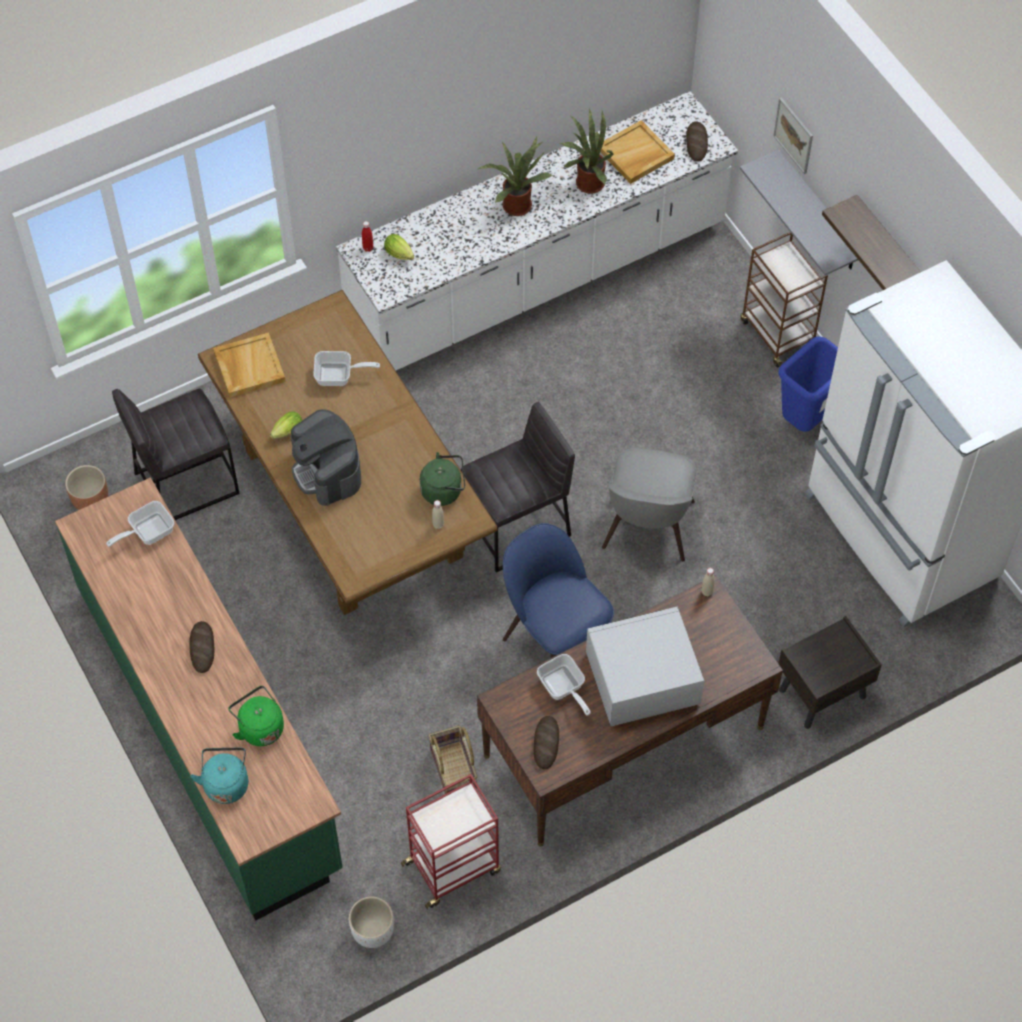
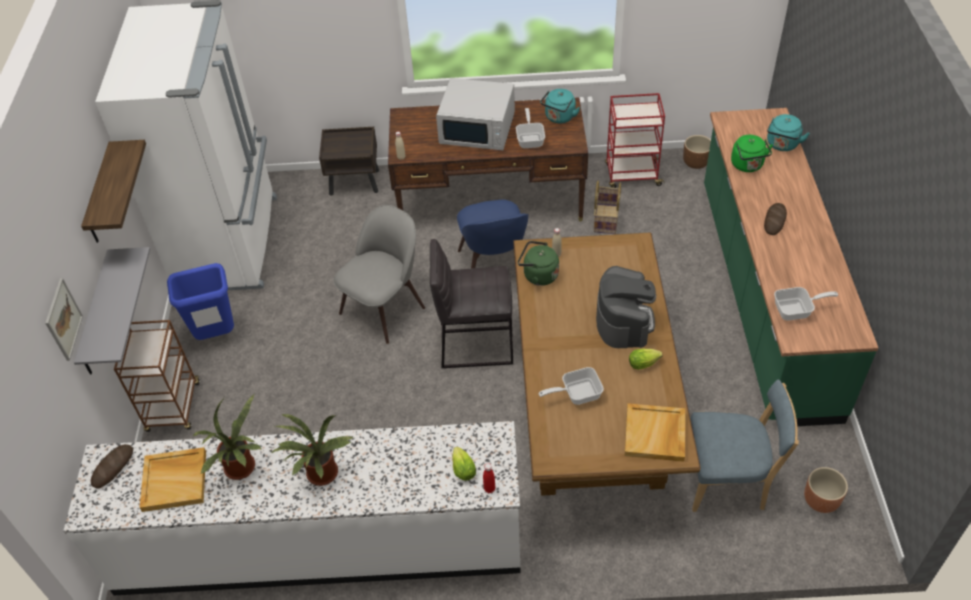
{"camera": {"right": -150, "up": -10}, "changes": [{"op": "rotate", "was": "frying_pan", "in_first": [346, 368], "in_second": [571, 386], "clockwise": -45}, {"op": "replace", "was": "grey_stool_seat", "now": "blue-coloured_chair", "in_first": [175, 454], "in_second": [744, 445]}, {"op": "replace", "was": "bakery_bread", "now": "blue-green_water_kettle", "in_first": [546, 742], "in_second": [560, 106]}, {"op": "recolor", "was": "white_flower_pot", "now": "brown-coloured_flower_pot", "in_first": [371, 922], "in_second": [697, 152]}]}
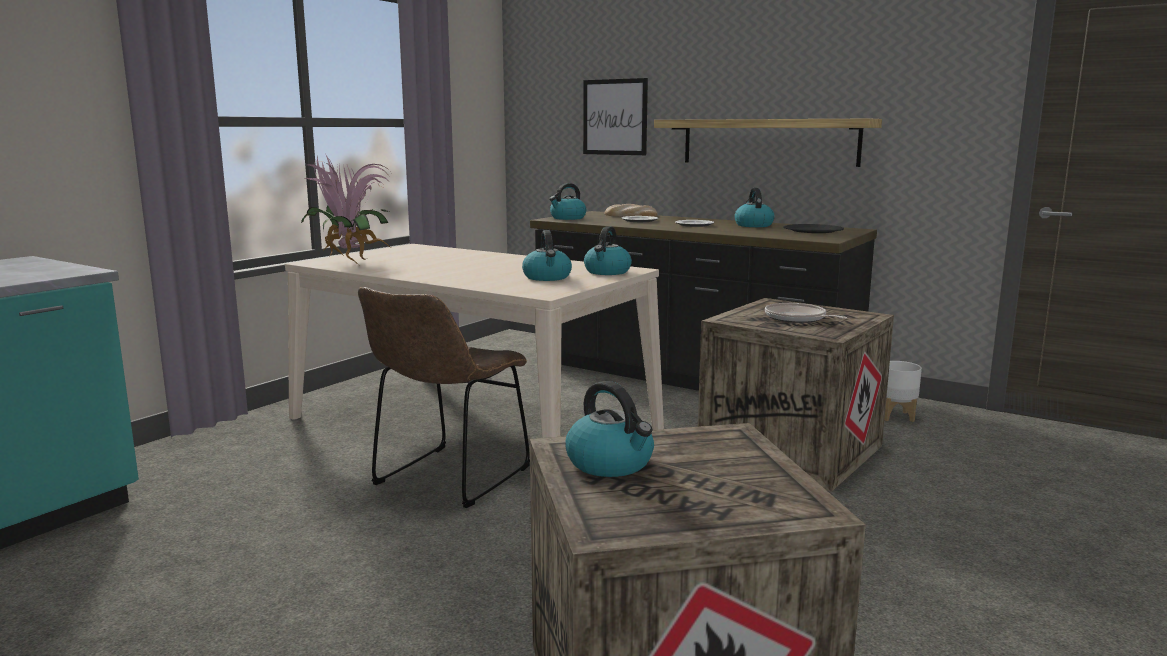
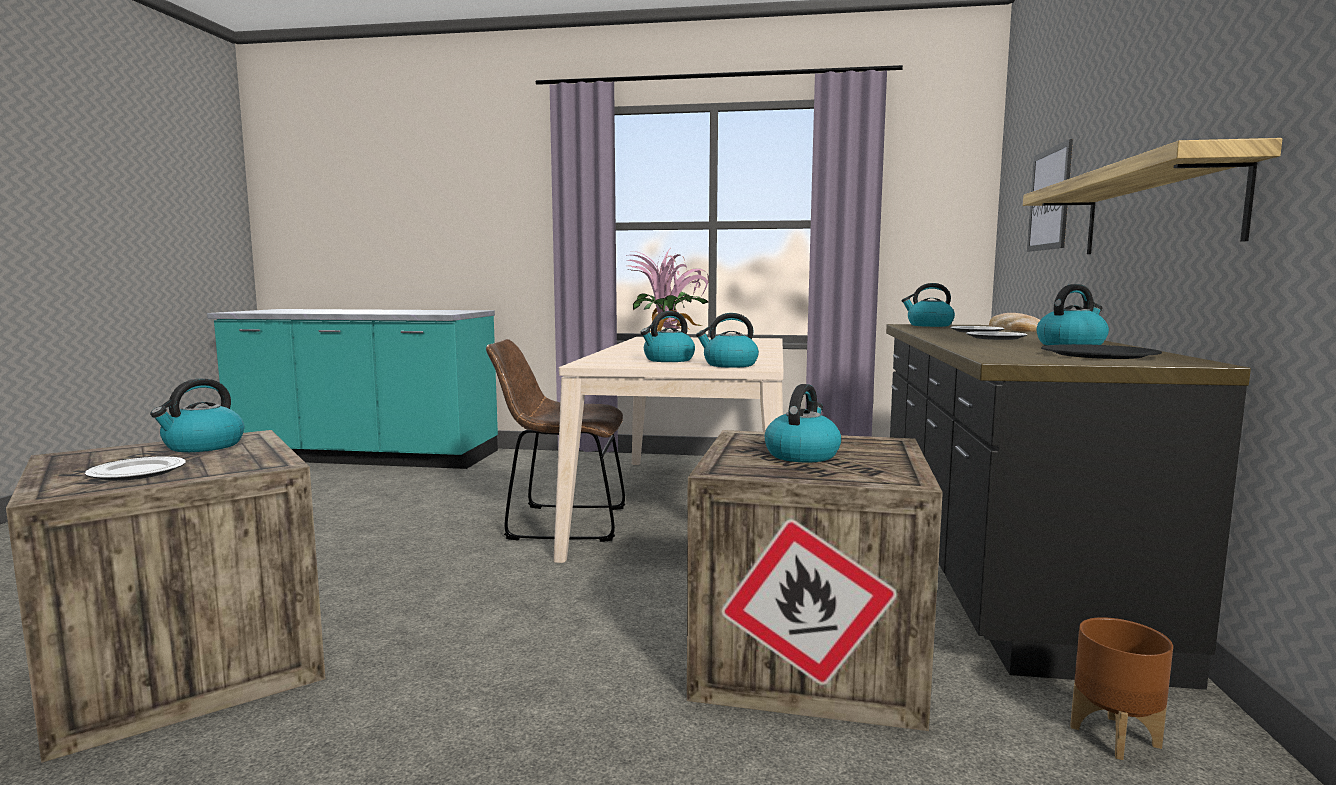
{"camera": {"right": 65, "up": -5}, "changes": [{"op": "replace", "was": "frying_pan", "now": "water_kettle", "in_first": [806, 313], "in_second": [803, 423]}, {"op": "recolor", "was": "white_flower_pot", "now": "brown-coloured_flower_pot", "in_first": [903, 391], "in_second": [1121, 688]}, {"op": "insert", "now": "dinner_plate", "in_second": [135, 468]}]}
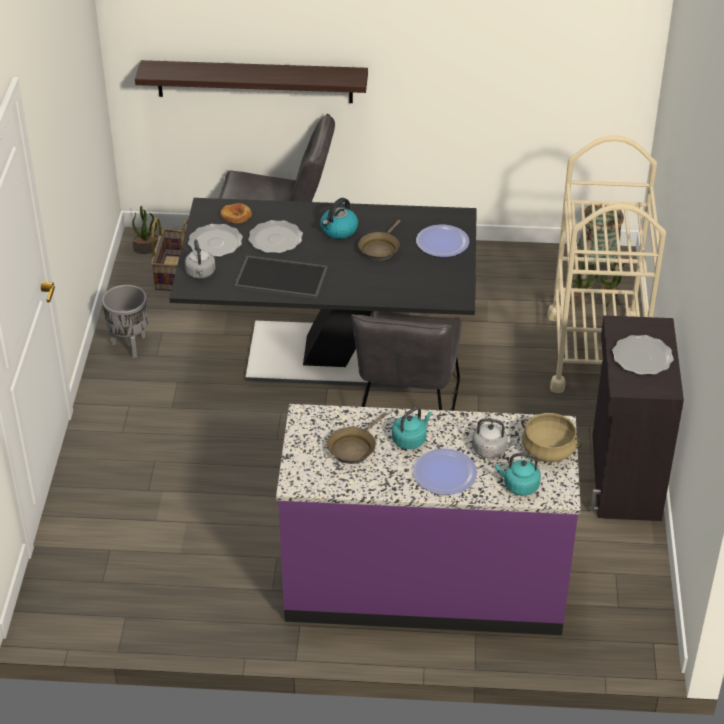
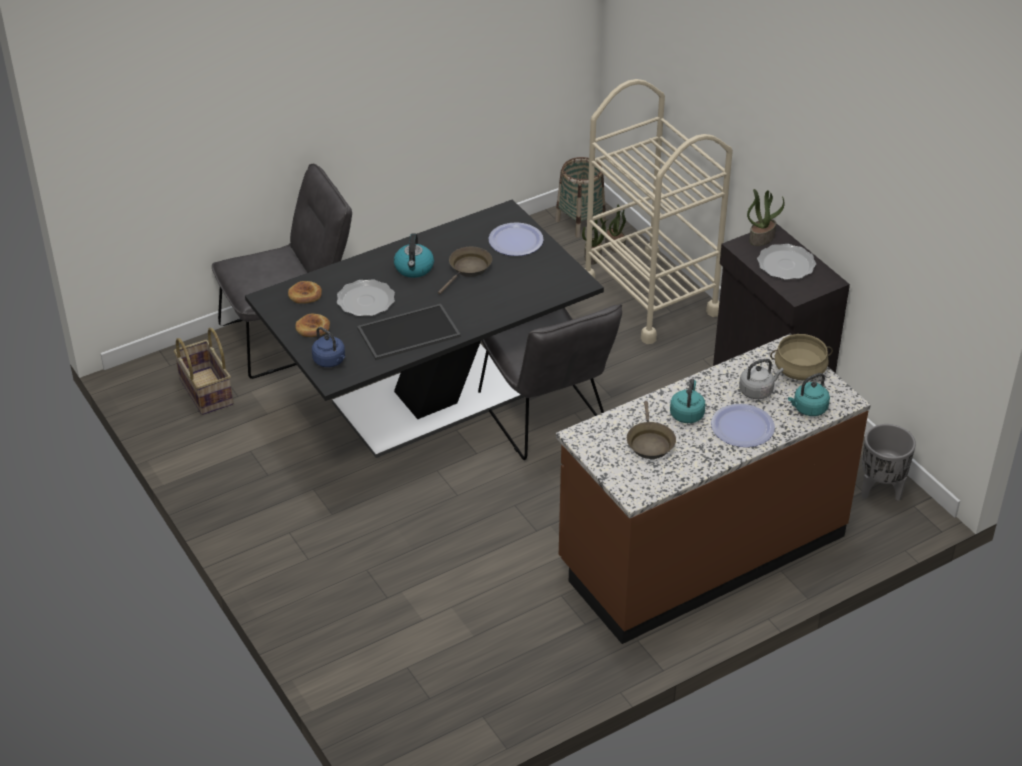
{"camera": {"right": -35, "up": 0}, "changes": [{"op": "delete", "was": "wall_shelf", "in_first": [251, 81]}, {"op": "move", "was": "plant_in_a_pot", "in_first": [145, 229], "in_second": [765, 217]}, {"op": "rotate", "was": "brown-coloured_frying_pan", "in_first": [379, 240], "in_second": [465, 270], "clockwise": -135}, {"op": "replace", "was": "dinner_plate", "now": "bakery_bread", "in_first": [215, 240], "in_second": [312, 325]}, {"op": "recolor", "was": "grey_water_kettle", "now": "blue-coloured_water_kettle", "in_first": [200, 259], "in_second": [328, 347]}, {"op": "move", "was": "grey_flower_pot", "in_first": [125, 321], "in_second": [888, 462]}, {"op": "recolor", "was": "purple-coloured_kitchen_counter", "now": "brown-coloured_kitchen_counter", "in_first": [428, 519], "in_second": [713, 489]}]}
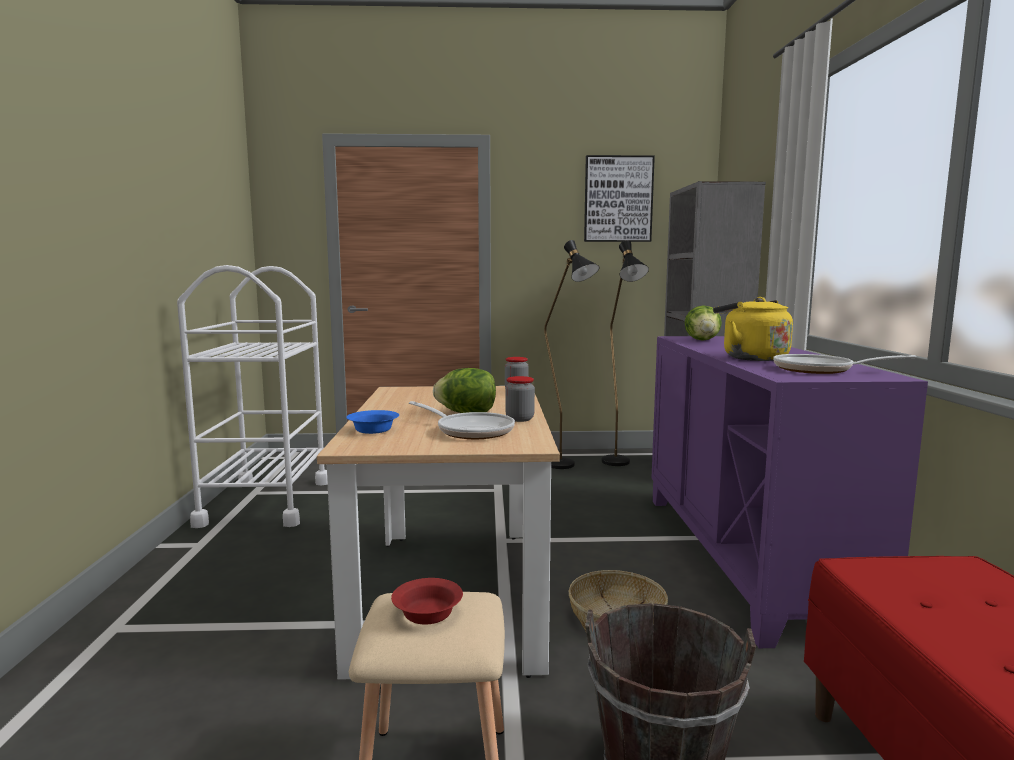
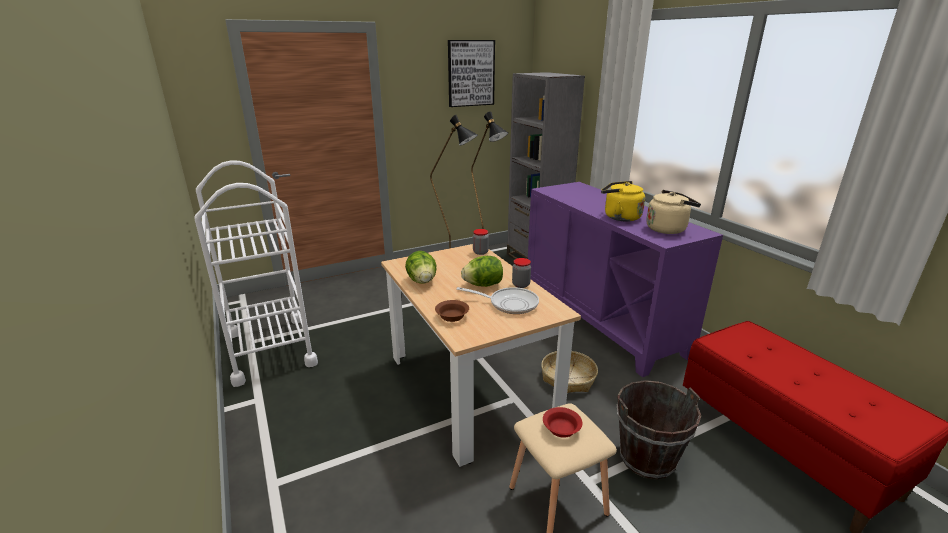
{"camera": {"right": -25, "up": 15}, "changes": [{"op": "move", "was": "lettuce_head", "in_first": [703, 323], "in_second": [420, 267]}, {"op": "replace", "was": "frying_pan", "now": "beige-coloured_water_kettle", "in_first": [844, 364], "in_second": [673, 212]}, {"op": "recolor", "was": "blue-coloured_serving_bowl", "now": "brown-coloured_serving_bowl", "in_first": [372, 422], "in_second": [452, 311]}]}
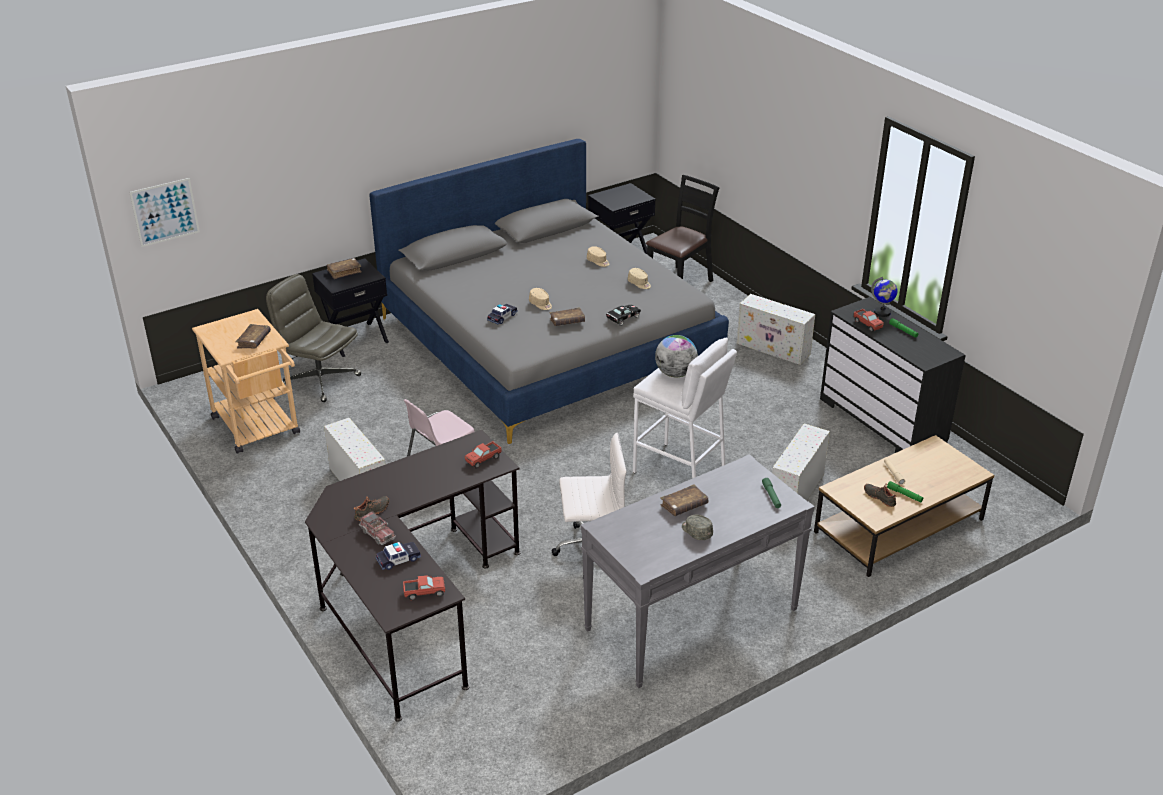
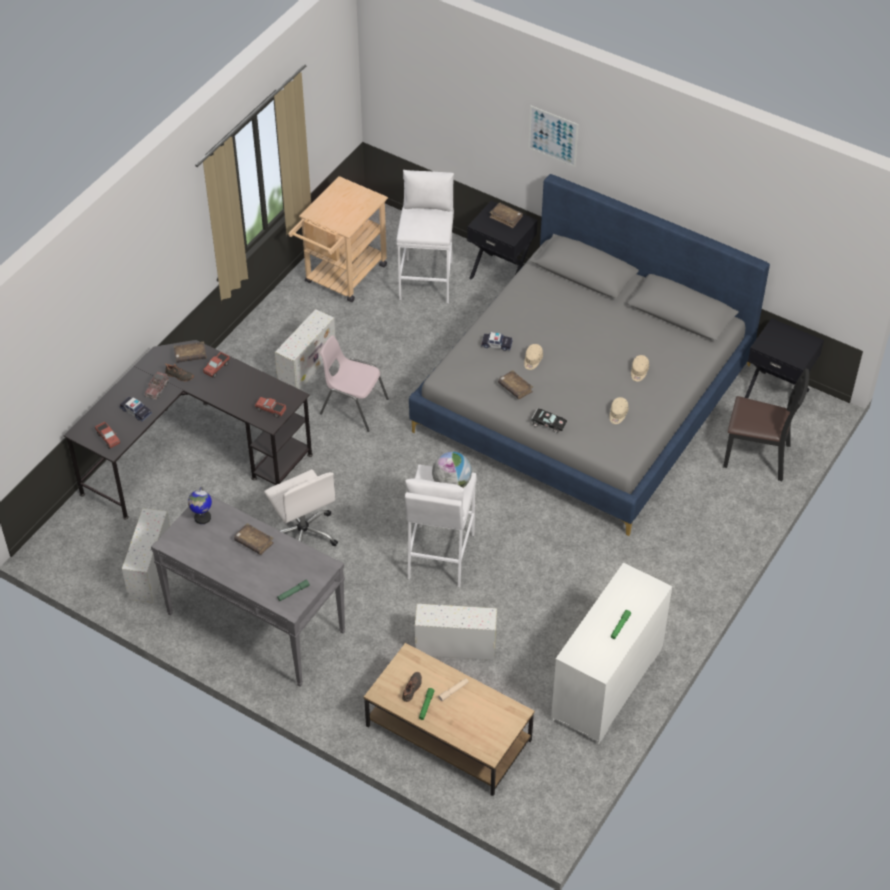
{"camera": {"right": 65, "up": 15}, "changes": [{"op": "move", "was": "wall_picture", "in_first": [164, 212], "in_second": [553, 136]}, {"op": "replace", "was": "grey_computer_chair", "now": "white_stool_seat", "in_first": [313, 338], "in_second": [425, 237]}, {"op": "move", "was": "desk_globe", "in_first": [884, 297], "in_second": [200, 505]}, {"op": "move", "was": "white_storage_container", "in_first": [776, 329], "in_second": [146, 555]}, {"op": "recolor", "was": "black-coloured_chest_of_drawers", "now": "white_chest_of_drawers", "in_first": [893, 375], "in_second": [611, 654]}, {"op": "move", "was": "toy_truck", "in_first": [869, 320], "in_second": [216, 365]}, {"op": "move", "was": "brown-coloured_volume", "in_first": [253, 336], "in_second": [190, 352]}, {"op": "delete", "was": "grey_baseball_cap", "in_first": [697, 527]}]}
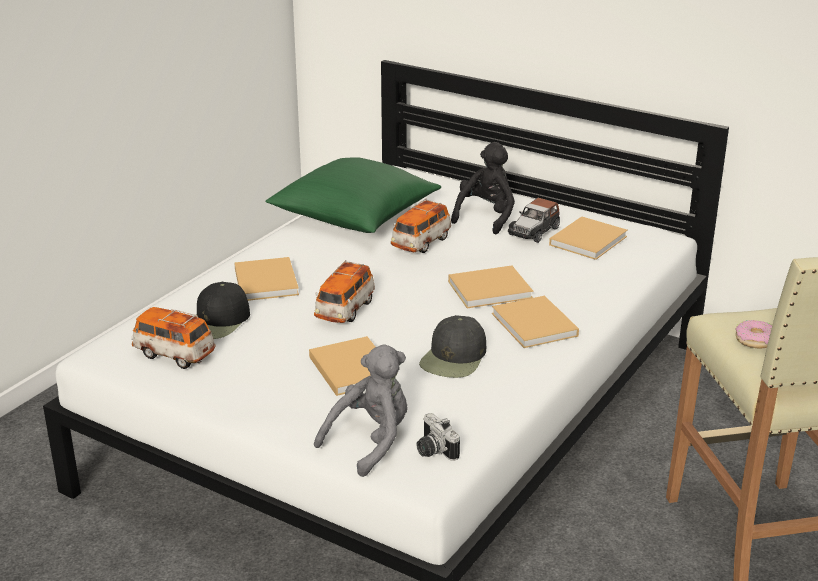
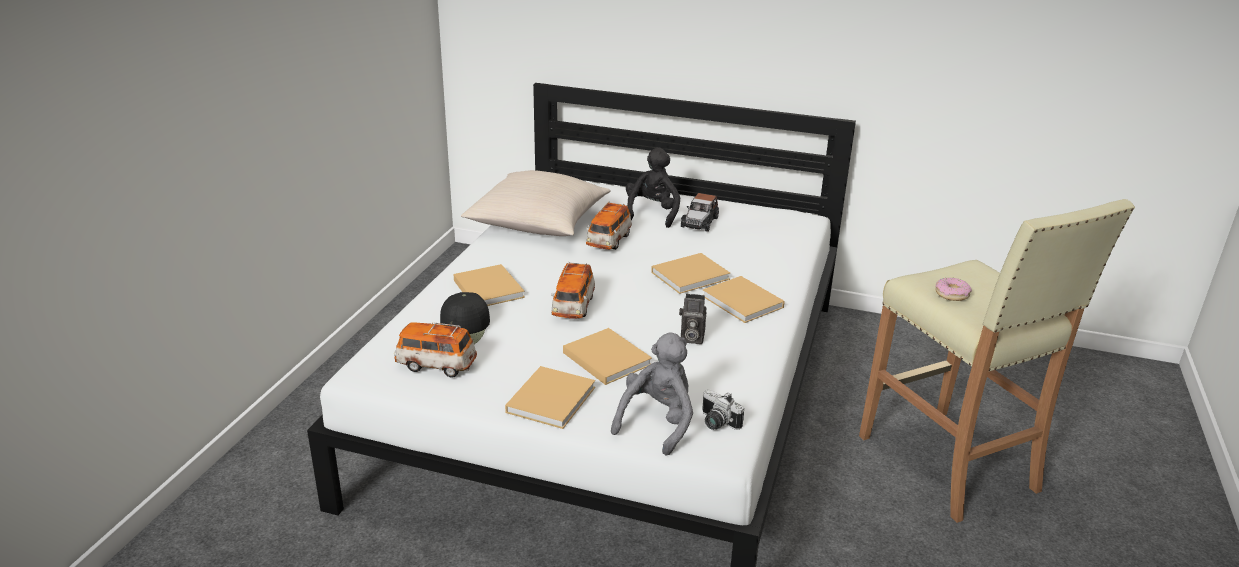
{"camera": {"right": -15, "up": 0}, "changes": [{"op": "recolor", "was": "green-coloured_cushion", "now": "beige-coloured_cushion", "in_first": [353, 195], "in_second": [535, 203]}, {"op": "move", "was": "beige-coloured_volume", "in_first": [588, 238], "in_second": [550, 397]}, {"op": "replace", "was": "black-coloured_baseball_cap", "now": "still_camera", "in_first": [452, 346], "in_second": [693, 319]}]}
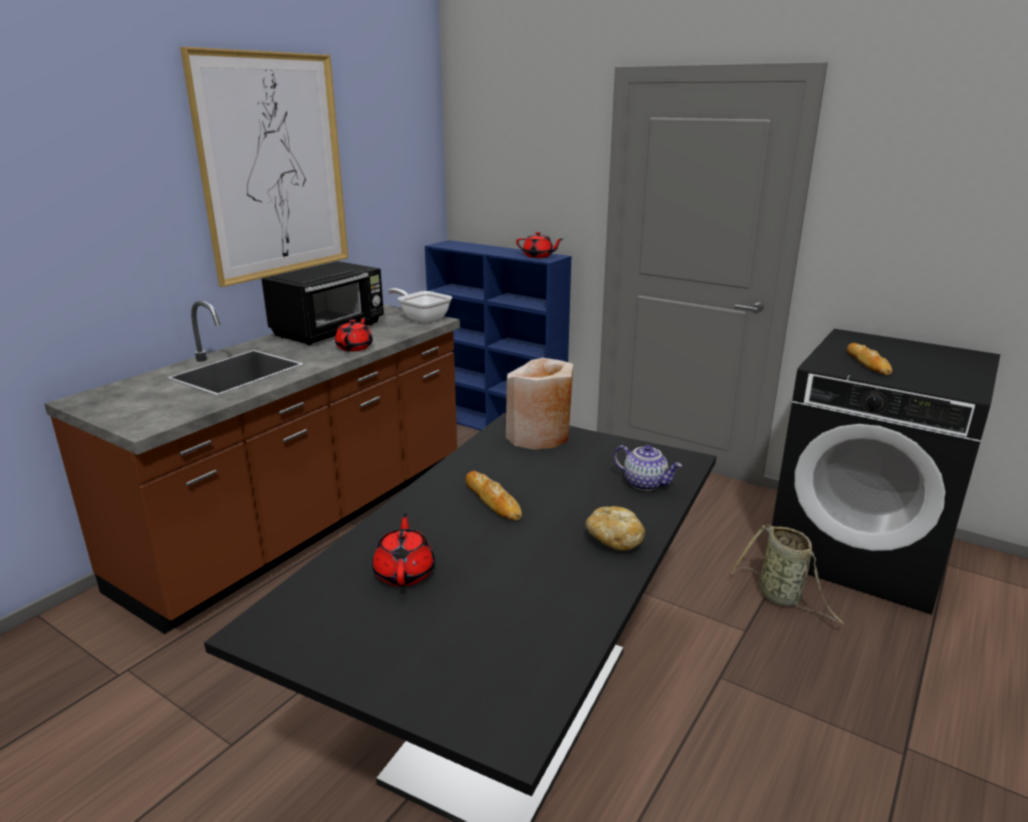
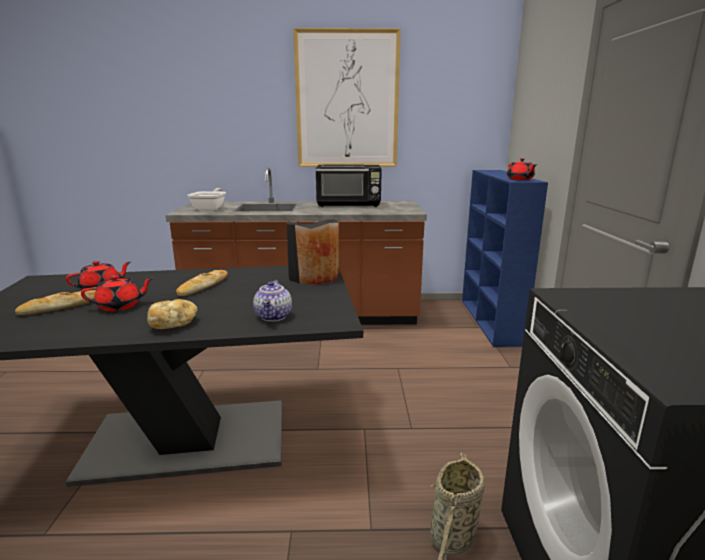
{"camera": {"right": 55, "up": -5}, "changes": [{"op": "move", "was": "frying_pan", "in_first": [420, 305], "in_second": [207, 199]}, {"op": "move", "was": "reddish_pot_for_tea", "in_first": [354, 334], "in_second": [117, 293]}, {"op": "move", "was": "bakery_bread", "in_first": [869, 359], "in_second": [55, 302]}, {"op": "recolor", "was": "beige-coloured_flower_vase", "now": "black-coloured_flower_vase", "in_first": [539, 404], "in_second": [313, 252]}]}
